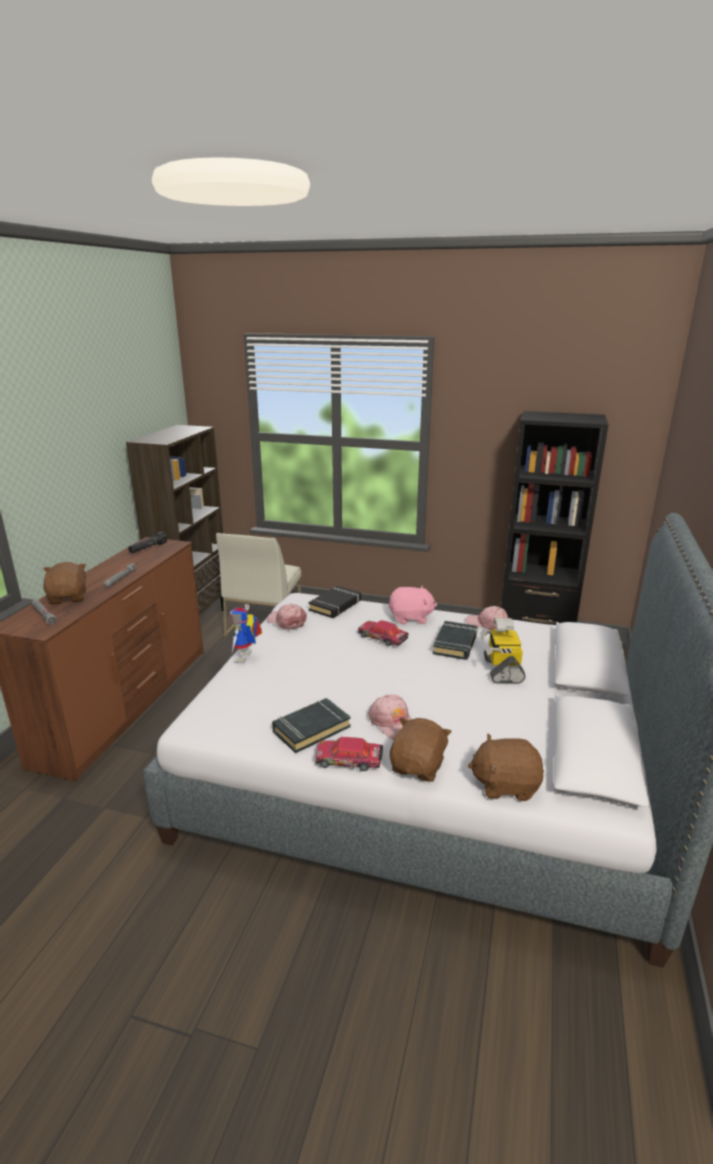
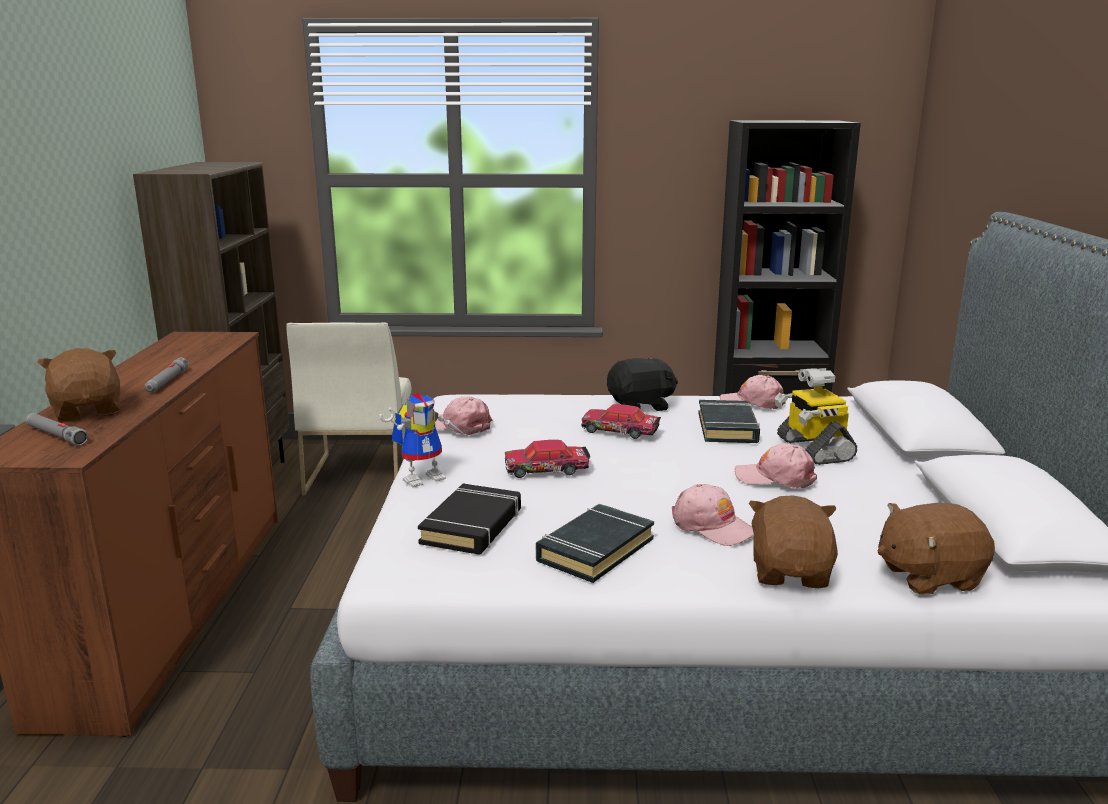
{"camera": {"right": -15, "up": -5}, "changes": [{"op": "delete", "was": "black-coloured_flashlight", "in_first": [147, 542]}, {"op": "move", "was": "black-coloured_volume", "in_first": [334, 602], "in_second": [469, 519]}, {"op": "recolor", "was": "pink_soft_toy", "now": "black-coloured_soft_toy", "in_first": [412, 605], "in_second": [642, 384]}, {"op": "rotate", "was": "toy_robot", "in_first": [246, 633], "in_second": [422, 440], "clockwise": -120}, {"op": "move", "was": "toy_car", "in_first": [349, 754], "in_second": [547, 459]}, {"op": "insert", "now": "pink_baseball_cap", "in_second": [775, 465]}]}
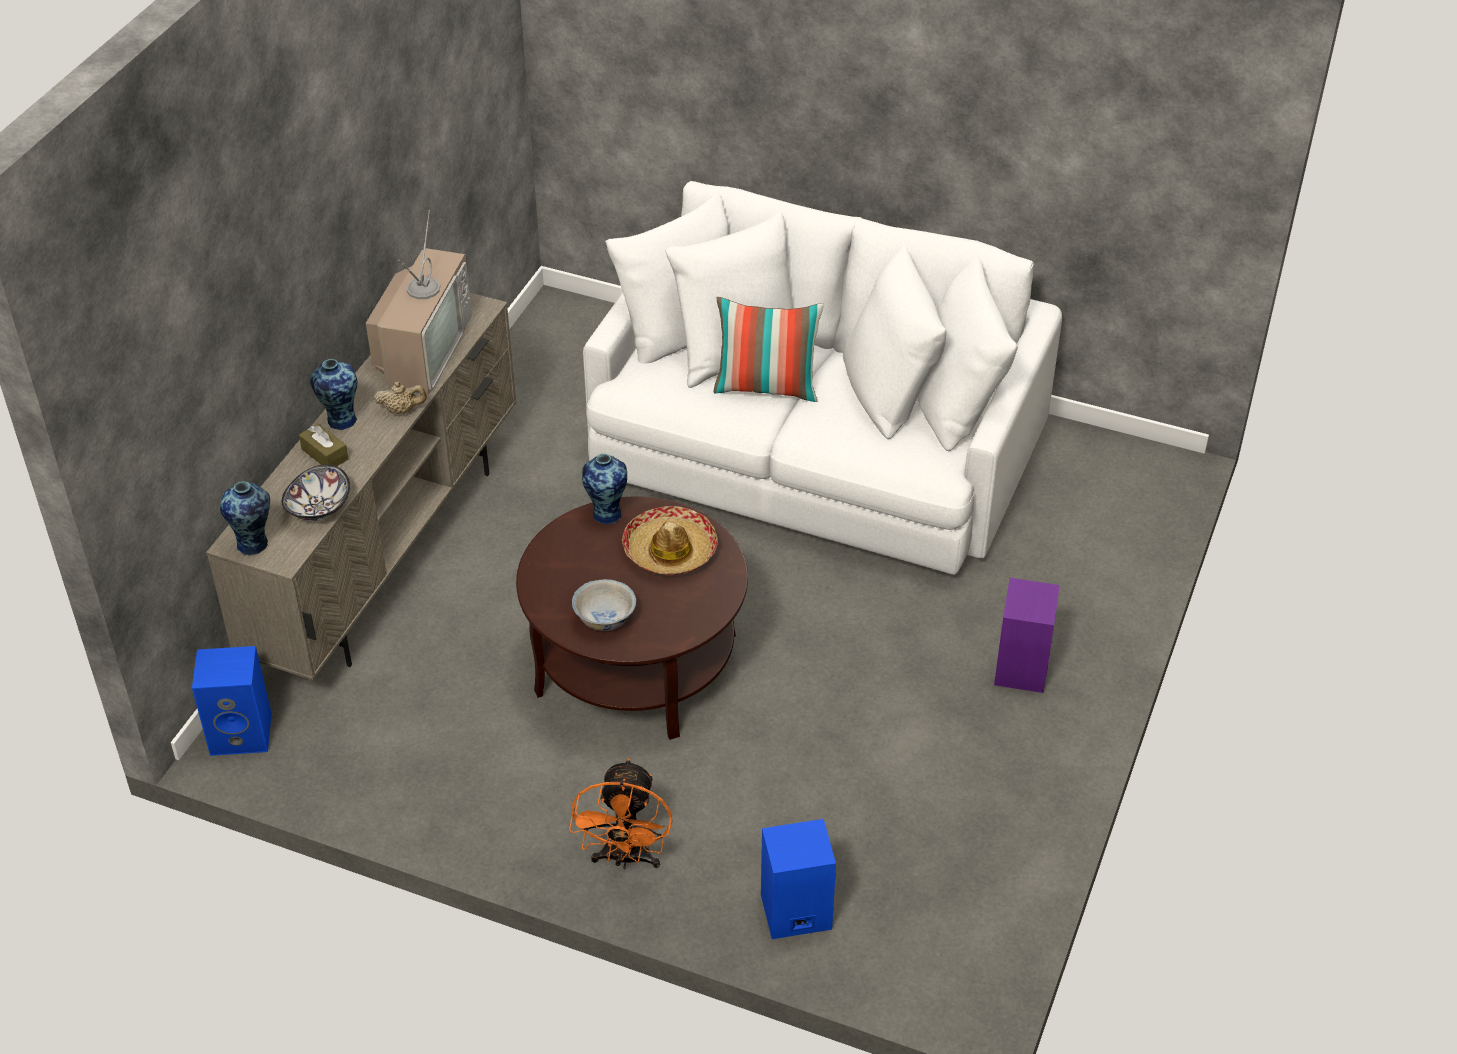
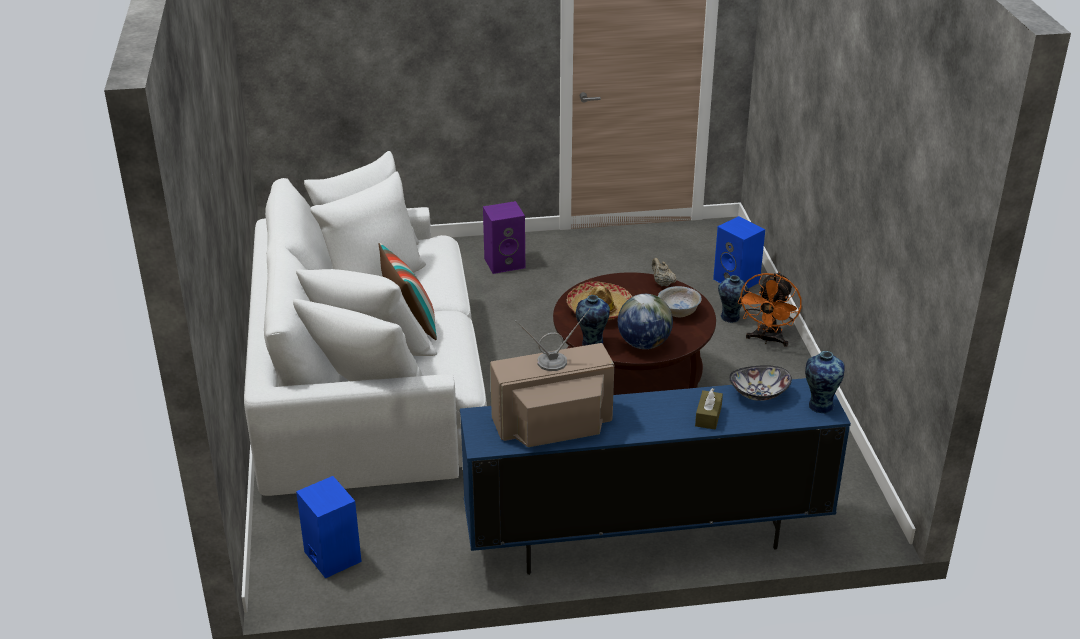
{"camera": {"right": -120, "up": -10}, "changes": [{"op": "recolor", "was": "beige-coloured_tv_stand", "now": "blue-coloured_tv_stand", "in_first": [361, 486], "in_second": [655, 476]}, {"op": "move", "was": "flower_vase", "in_first": [333, 394], "in_second": [733, 299]}, {"op": "move", "was": "beige-coloured_pot_for_tea", "in_first": [400, 397], "in_second": [664, 272]}, {"op": "move", "was": "blue-coloured_speaker", "in_first": [232, 701], "in_second": [329, 527]}, {"op": "rotate", "was": "orange_fan", "in_first": [620, 813], "in_second": [770, 309], "clockwise": 135}, {"op": "insert", "now": "desk_globe", "in_second": [645, 321]}]}
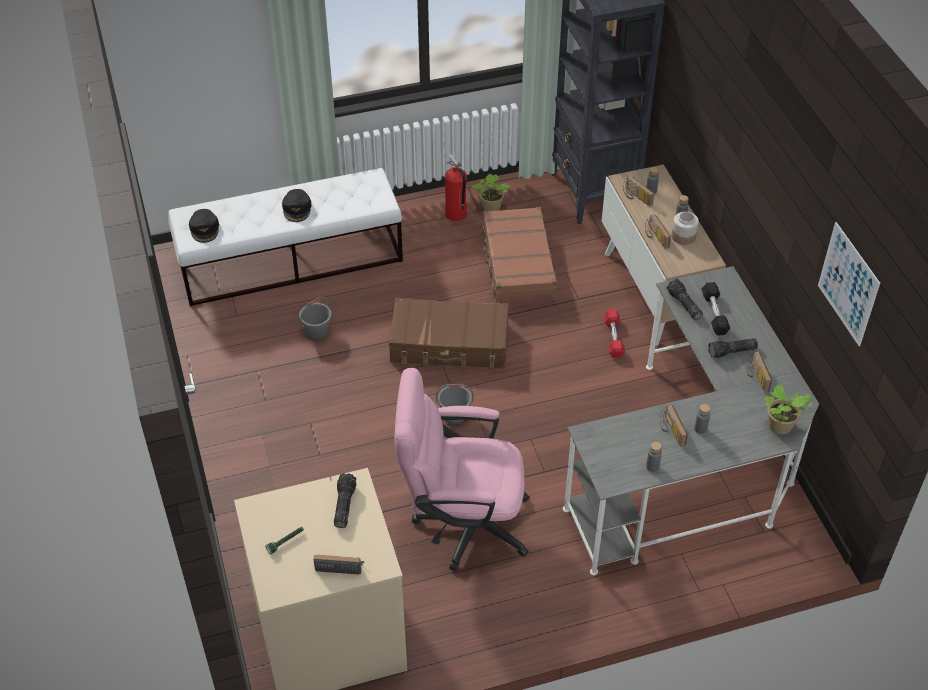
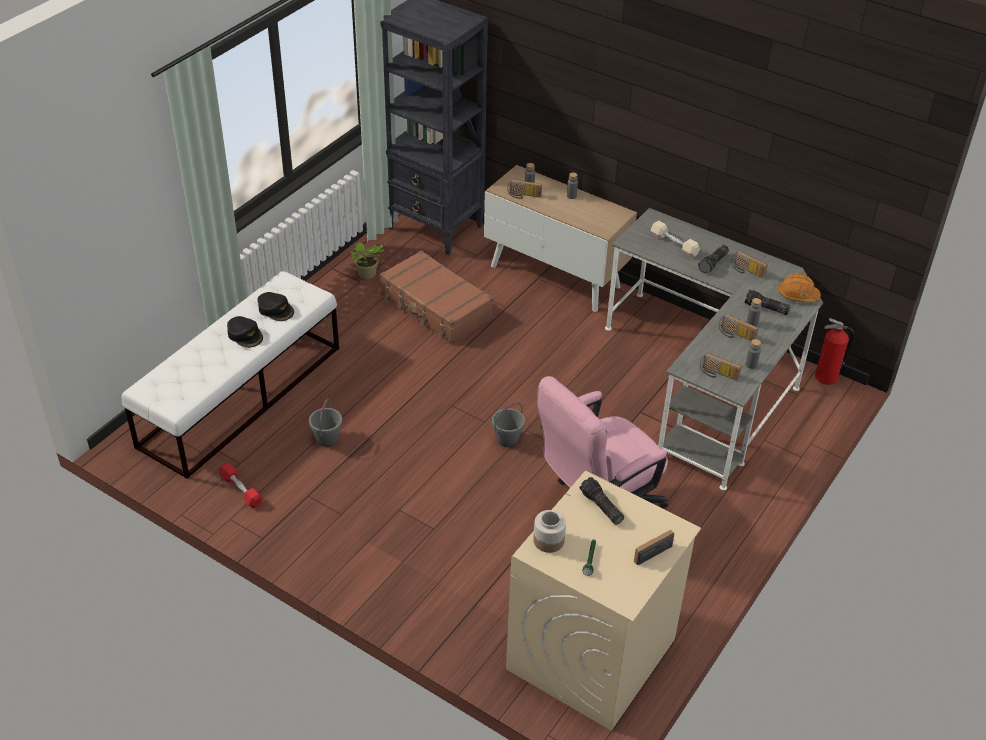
{"camera": {"right": -40, "up": -5}, "changes": [{"op": "move", "was": "fire-fighting_cylinder", "in_first": [456, 188], "in_second": [835, 351]}, {"op": "move", "was": "black-coloured_baseball_cap", "in_first": [204, 226], "in_second": [275, 306]}, {"op": "move", "was": "jar", "in_first": [685, 228], "in_second": [549, 531]}, {"op": "move", "was": "radio_set", "in_first": [658, 231], "in_second": [721, 367]}, {"op": "delete", "was": "wall_picture", "in_first": [849, 284]}, {"op": "move", "was": "flashlight", "in_first": [685, 299], "in_second": [768, 302]}, {"op": "recolor", "was": "black-coloured_free_weight", "now": "beige-coloured_free_weight", "in_first": [716, 308], "in_second": [675, 239]}, {"op": "delete", "was": "brown-coloured_travel_case", "in_first": [449, 333]}, {"op": "move", "was": "reddish_free_weight", "in_first": [614, 334], "in_second": [241, 485]}, {"op": "replace", "was": "plant_in_a_pot", "now": "orange_safety_helmet", "in_first": [789, 409], "in_second": [799, 287]}]}
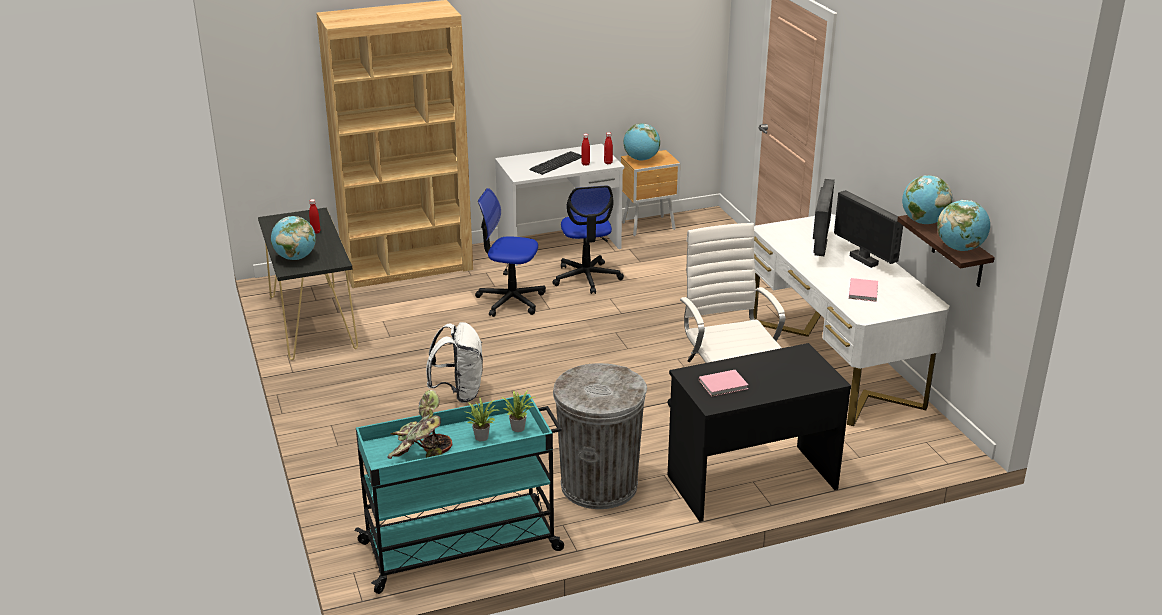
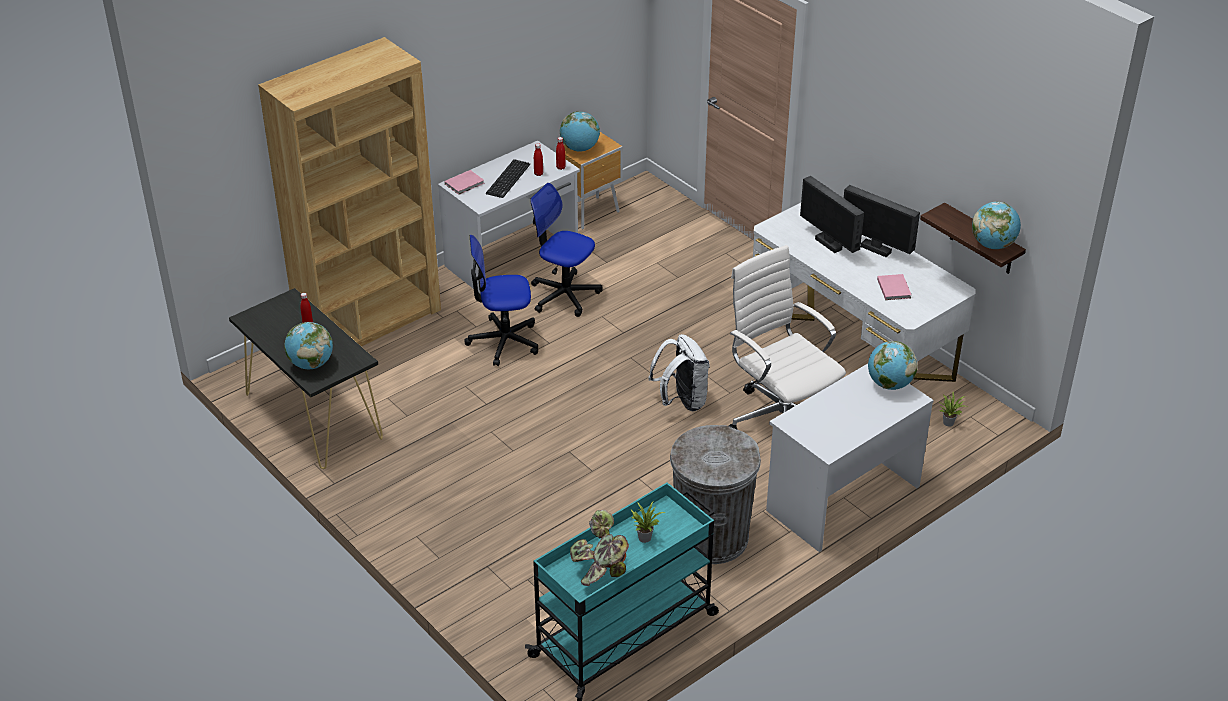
{"camera": {"right": -20, "up": 10}, "changes": [{"op": "move", "was": "desk_globe", "in_first": [927, 199], "in_second": [892, 365]}, {"op": "rotate", "was": "computer_display", "in_first": [824, 217], "in_second": [832, 214], "clockwise": 150}, {"op": "rotate", "was": "computer_chair", "in_first": [588, 239], "in_second": [566, 250], "clockwise": 150}, {"op": "move", "was": "white_rucksack", "in_first": [454, 362], "in_second": [679, 372]}, {"op": "recolor", "was": "black-coloured_desk_unit", "now": "white_desk_unit", "in_first": [759, 432], "in_second": [850, 458]}, {"op": "move", "was": "pink_volume", "in_first": [723, 383], "in_second": [464, 182]}, {"op": "move", "was": "plant_in_a_pot", "in_first": [518, 411], "in_second": [953, 409]}]}
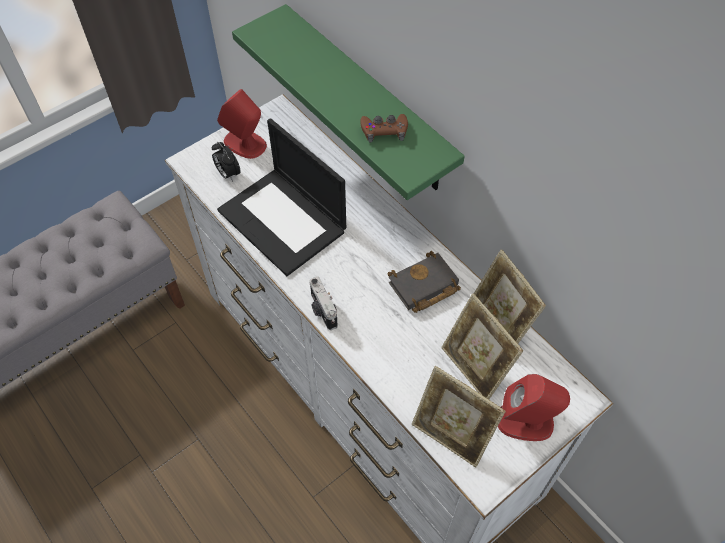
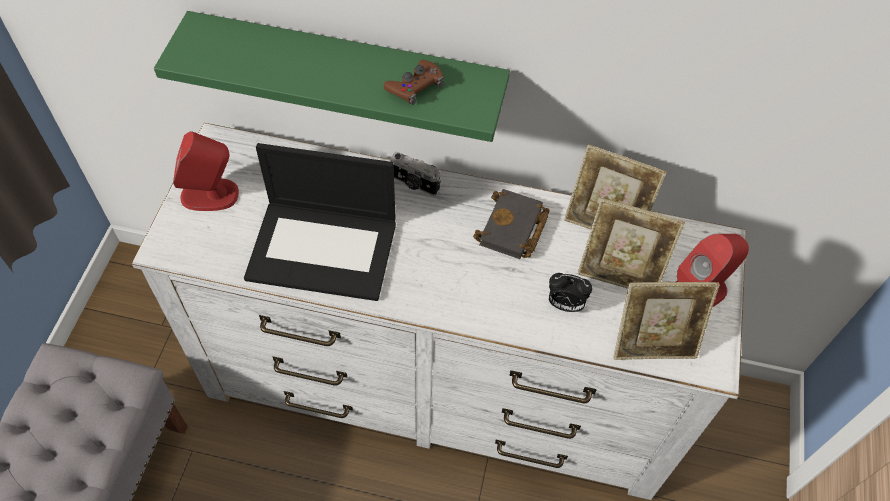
{"camera": {"right": -40, "up": 0}, "changes": [{"op": "move", "was": "bedside_clock", "in_first": [226, 161], "in_second": [570, 292]}, {"op": "move", "was": "still_camera", "in_first": [323, 303], "in_second": [415, 174]}]}
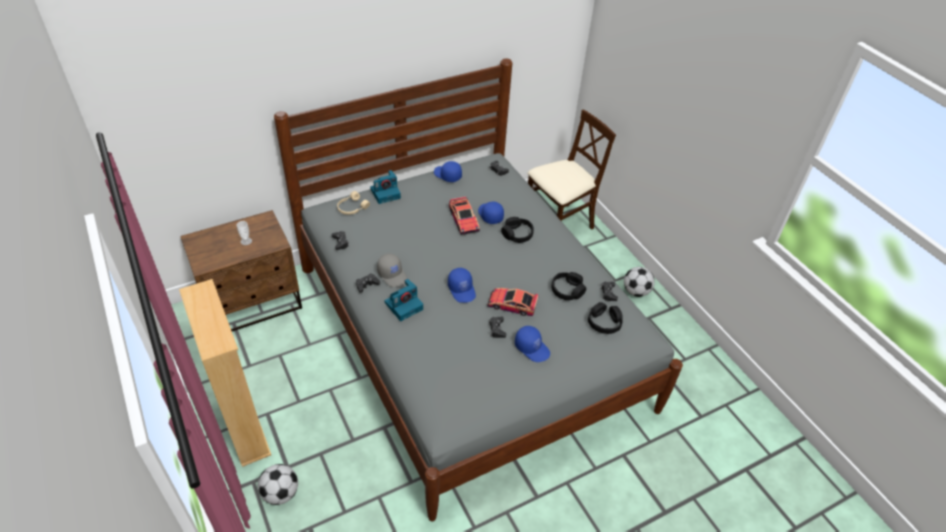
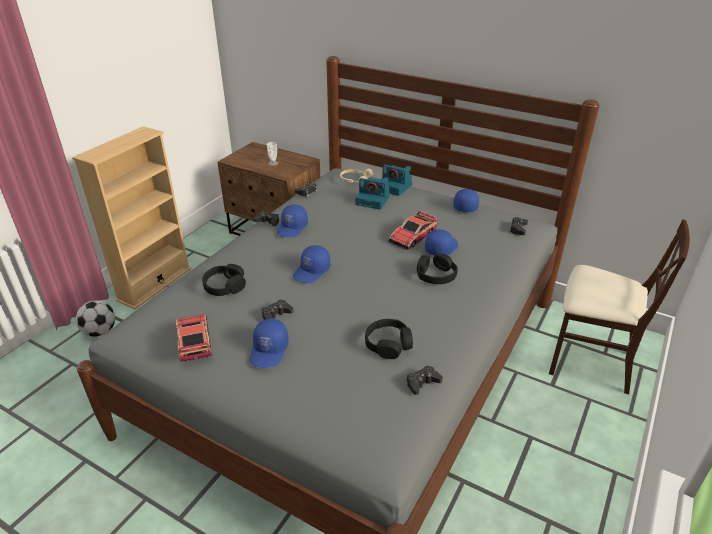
{"camera": {"right": 60, "up": -10}, "changes": [{"op": "recolor", "was": "grey_baseball_cap", "now": "blue-coloured_baseball_cap", "in_first": [392, 270], "in_second": [292, 221]}, {"op": "delete", "was": "football_ball", "in_first": [639, 282]}, {"op": "move", "was": "still_camera", "in_first": [404, 300], "in_second": [373, 193]}, {"op": "move", "was": "toy_car", "in_first": [513, 302], "in_second": [194, 338]}, {"op": "move", "was": "black-coloured_headphones", "in_first": [605, 318], "in_second": [224, 280]}]}
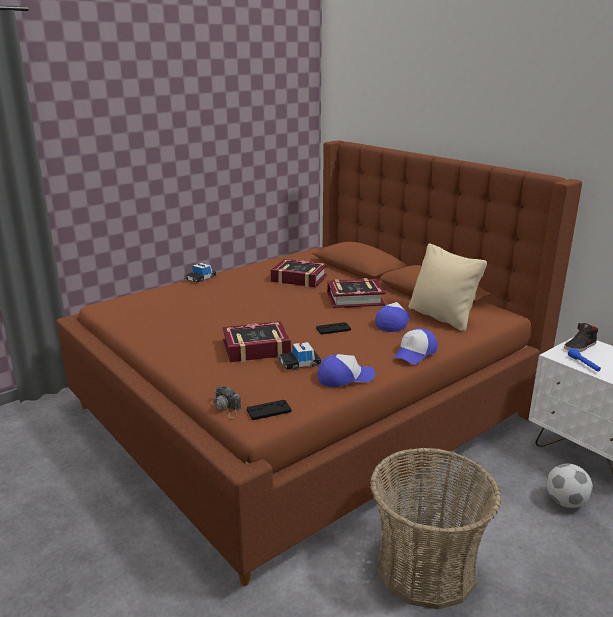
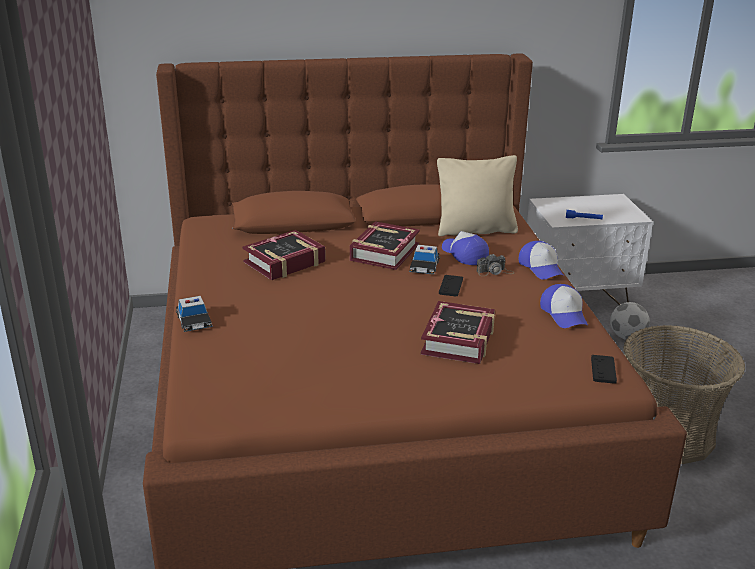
{"camera": {"right": -60, "up": 5}, "changes": [{"op": "delete", "was": "black-coloured_shoe", "in_first": [581, 337]}, {"op": "move", "was": "toy_car", "in_first": [299, 356], "in_second": [424, 260]}, {"op": "rotate", "was": "baseball_cap", "in_first": [346, 370], "in_second": [564, 306], "clockwise": 150}, {"op": "move", "was": "still_camera", "in_first": [226, 402], "in_second": [495, 265]}]}
